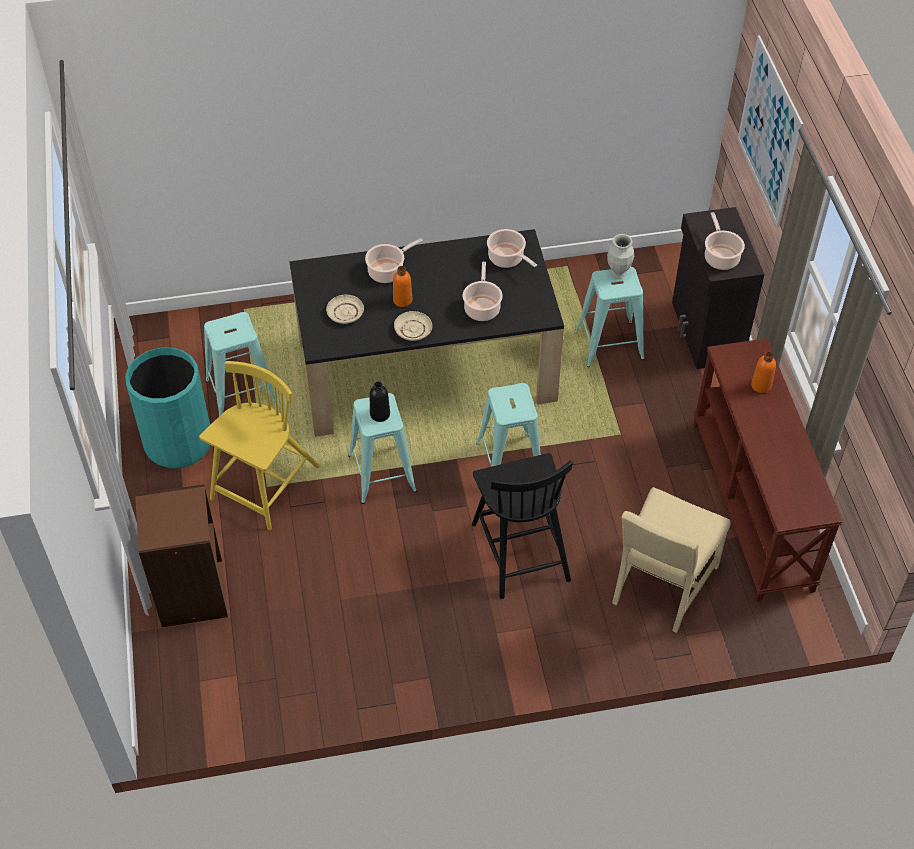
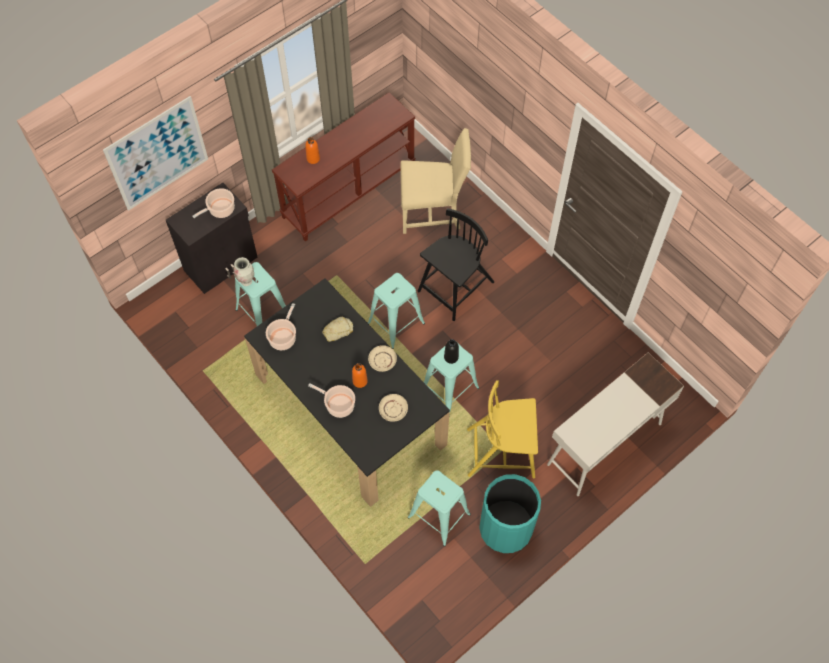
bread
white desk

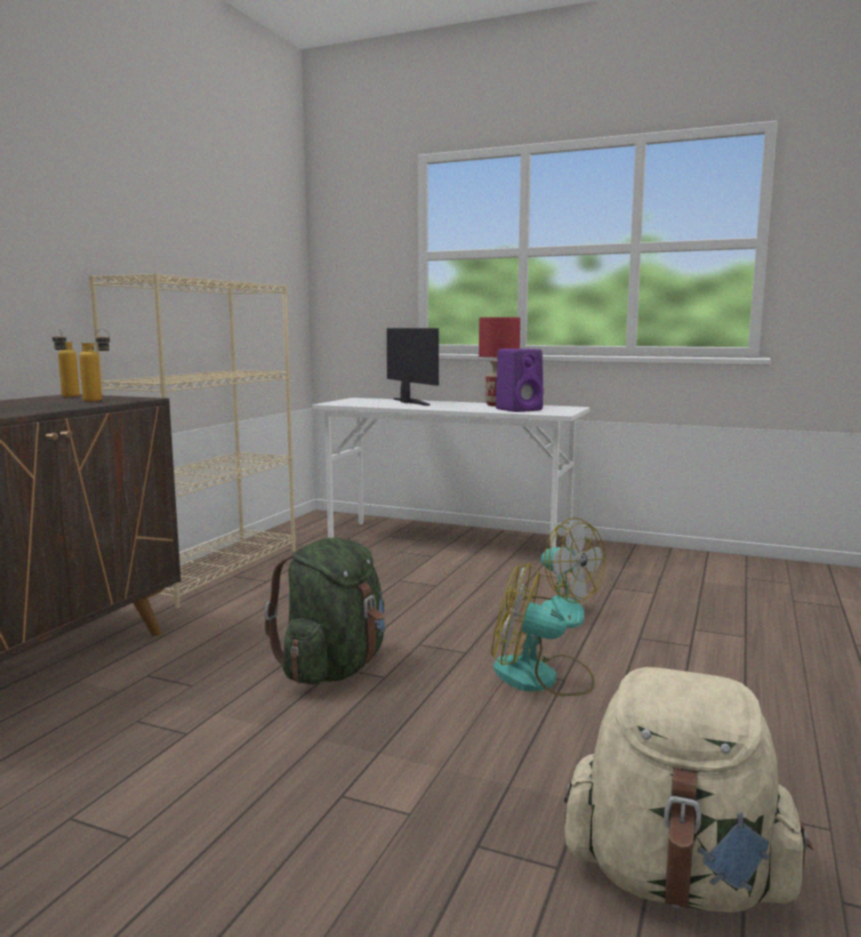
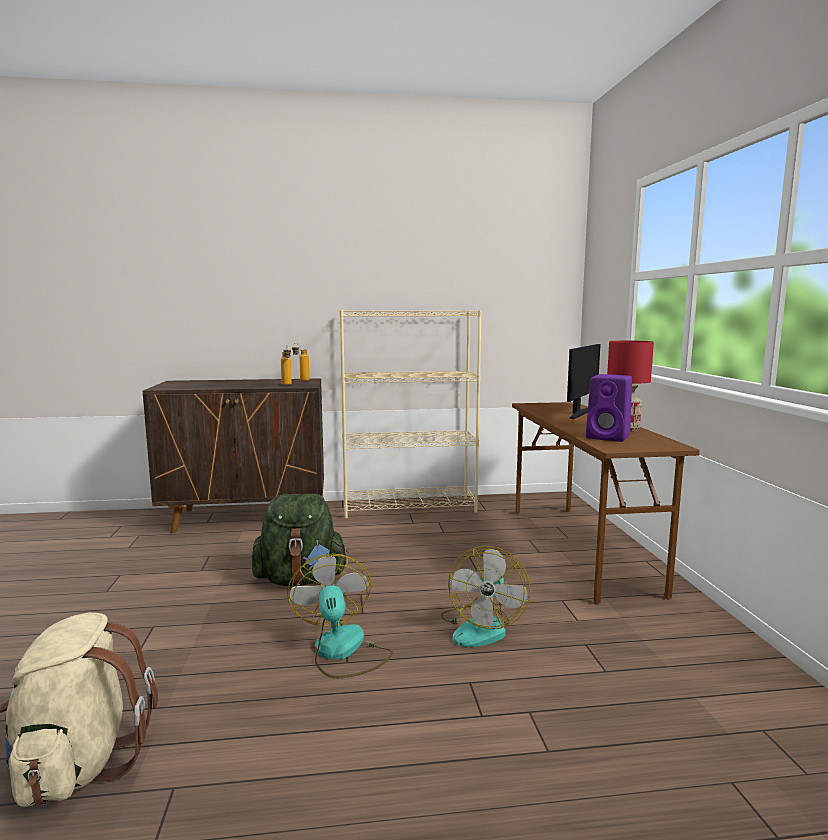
brown desk

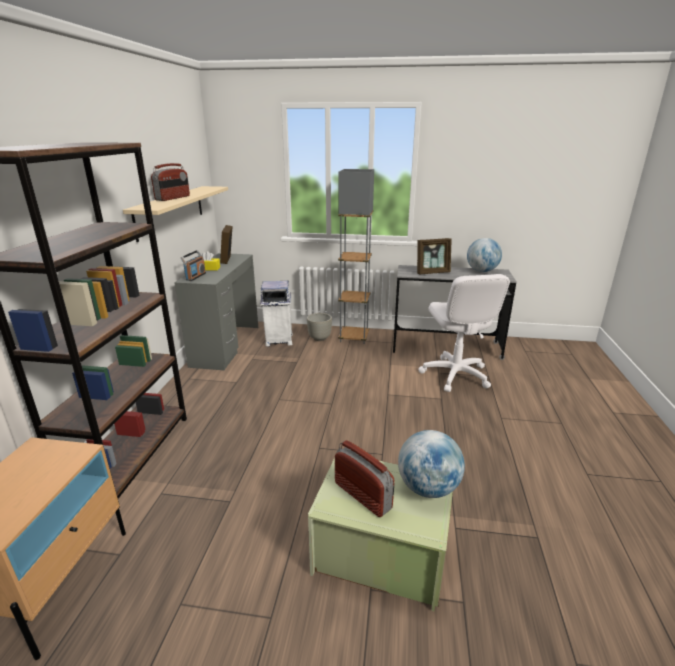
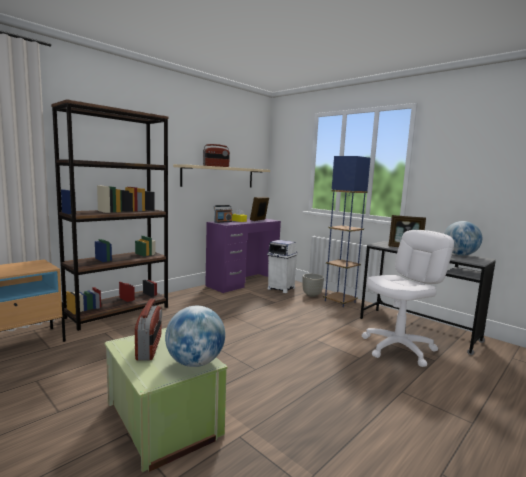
purple desk
blue floor lamp
white office chair

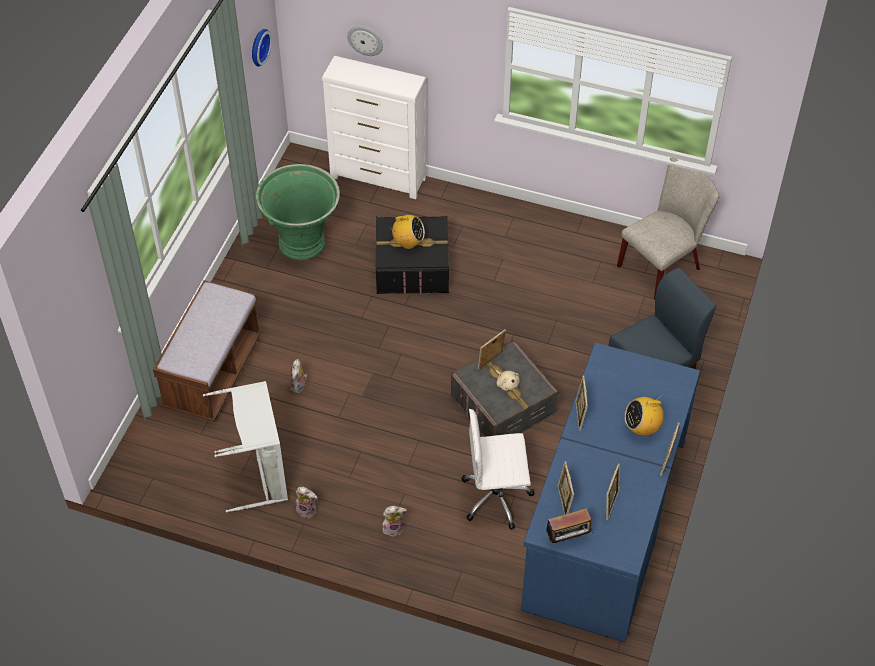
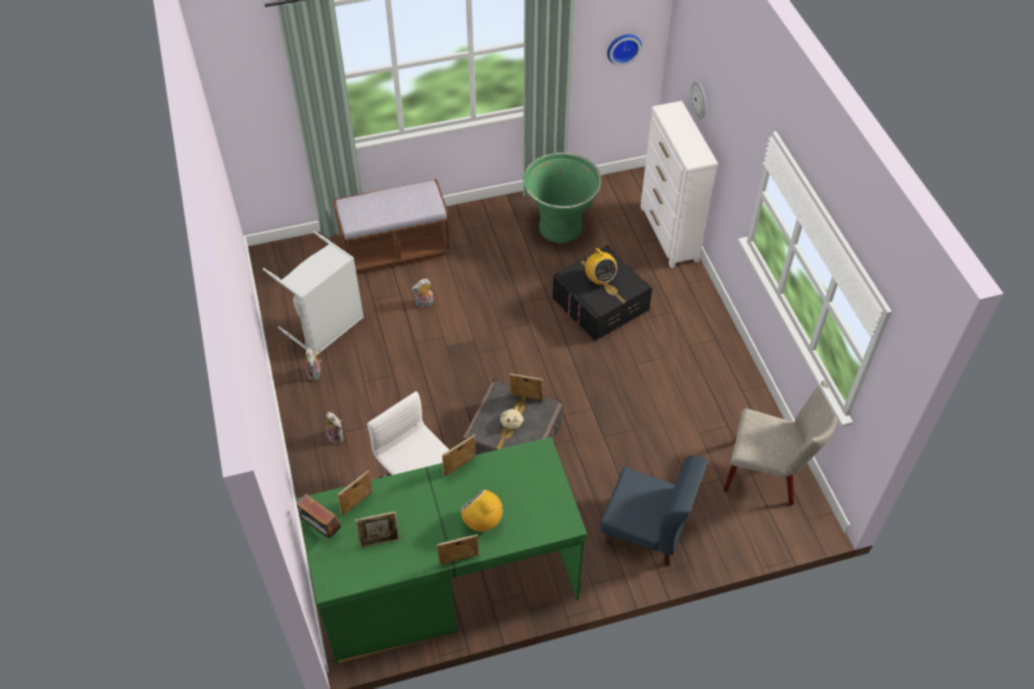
green desk

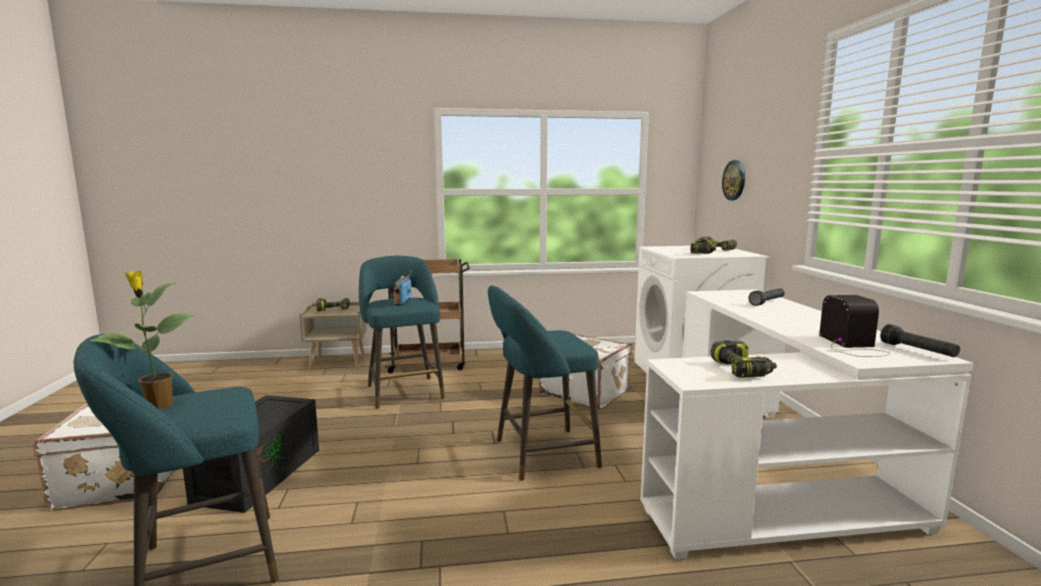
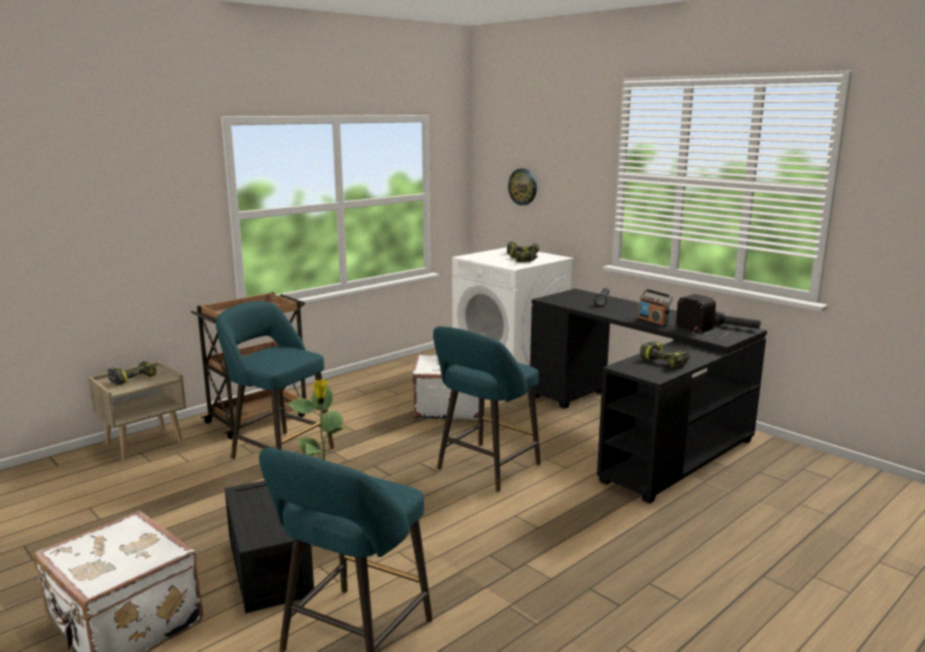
black desk
radio (1st from left)

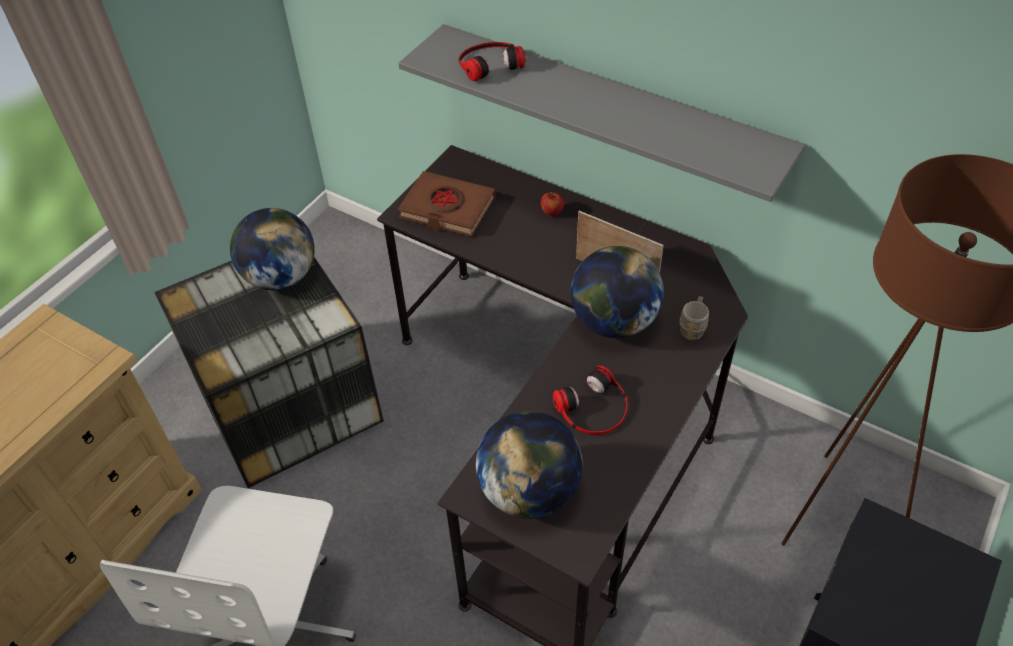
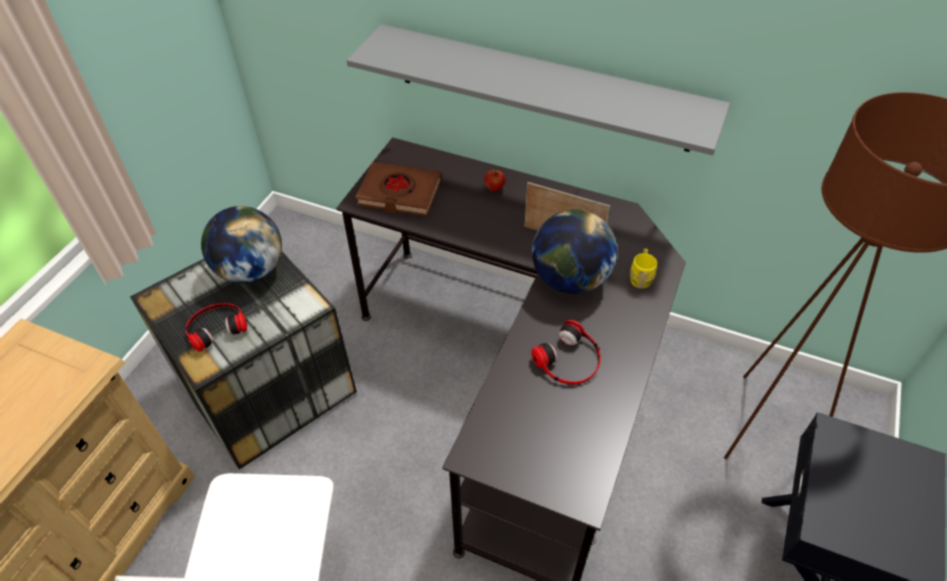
headphones (1st from left)
yellow mug
globe (2nd from left in the first image)

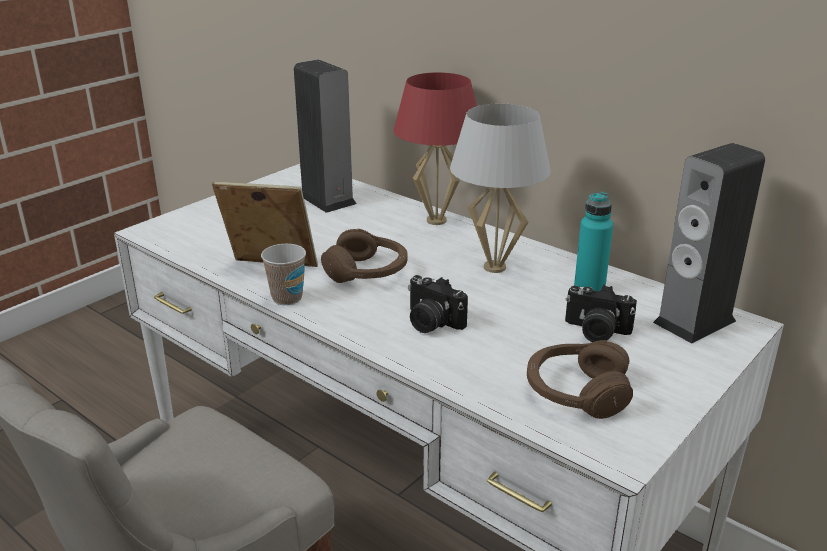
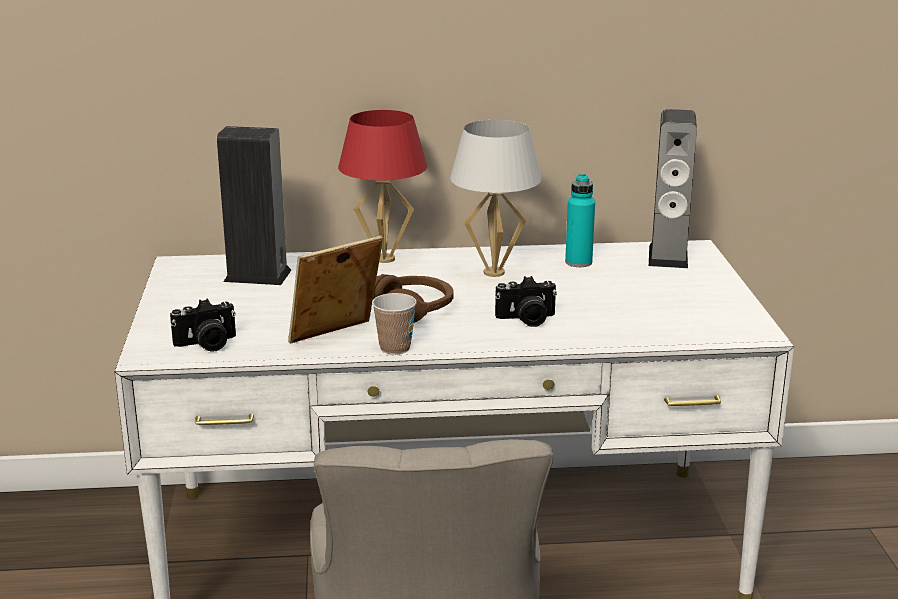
photo camera (1st from left)
brown headphones (2nd from left in the first image)

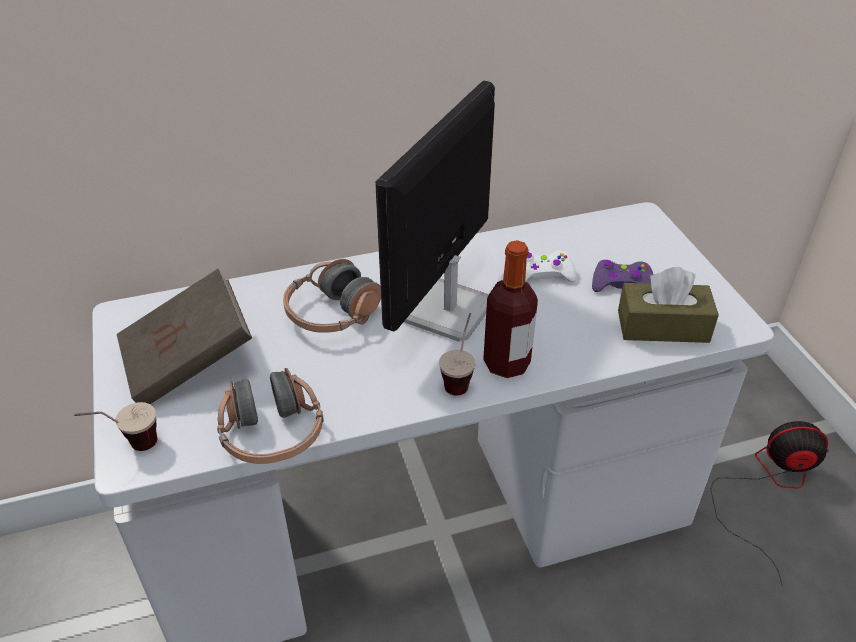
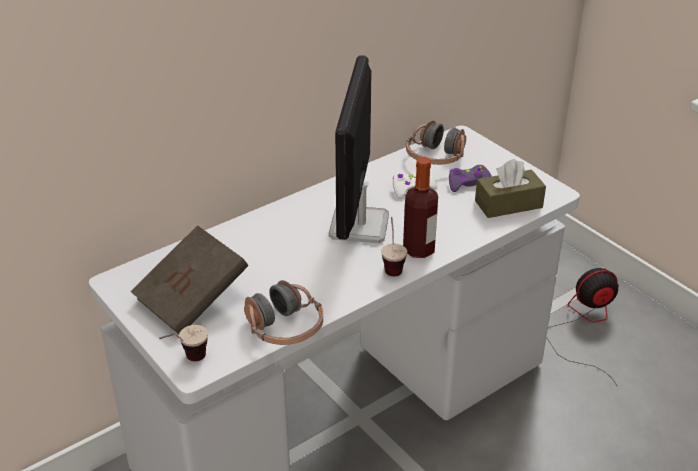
headphones (2nd from left)

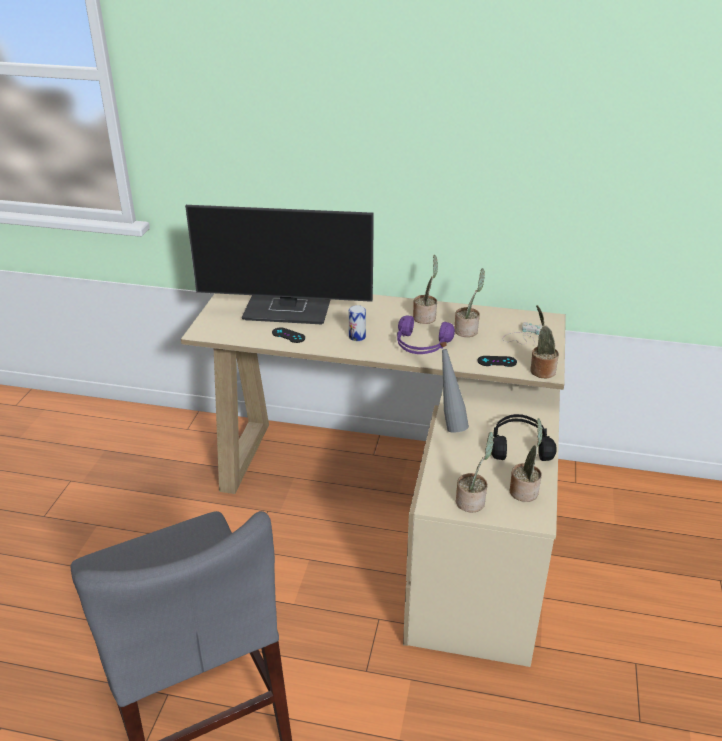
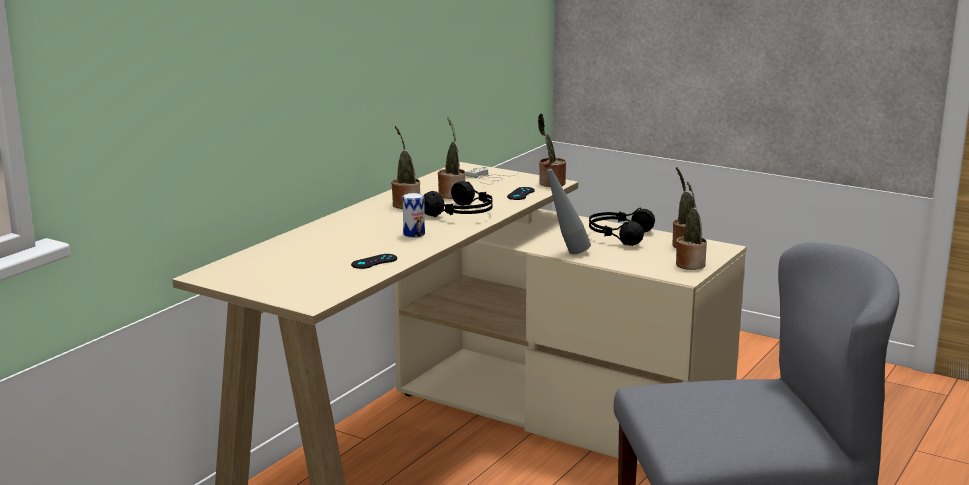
black headphones (1st from left)
monitor

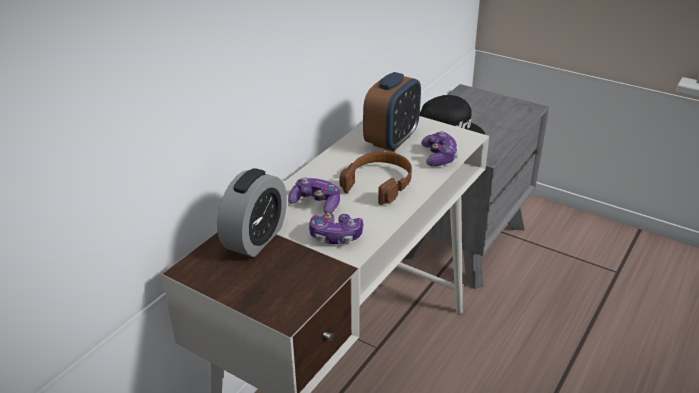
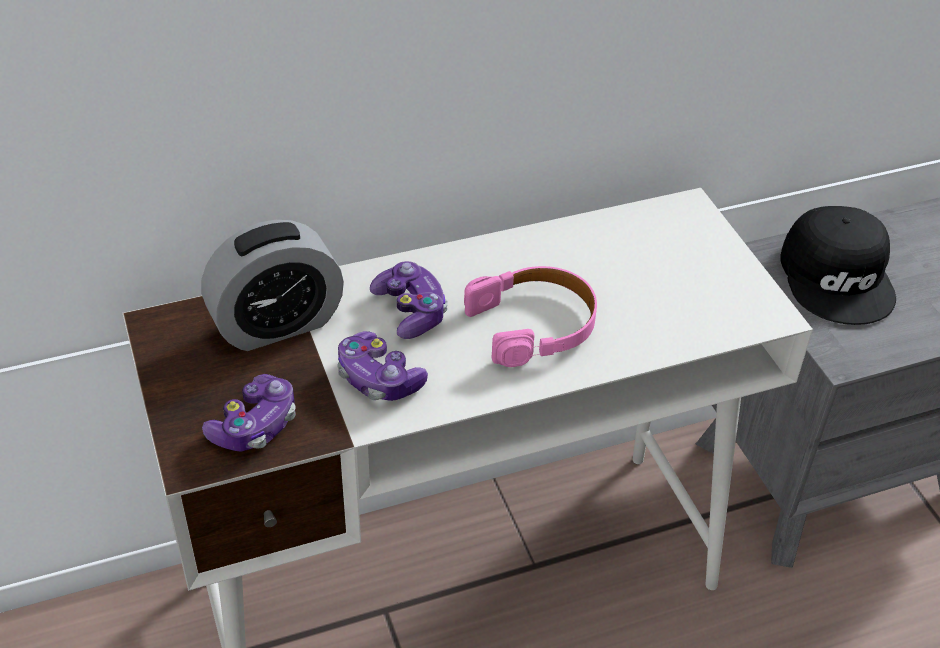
game controller (1st from left)
pink headphones
alarm clock (2nd from left in the first image)

